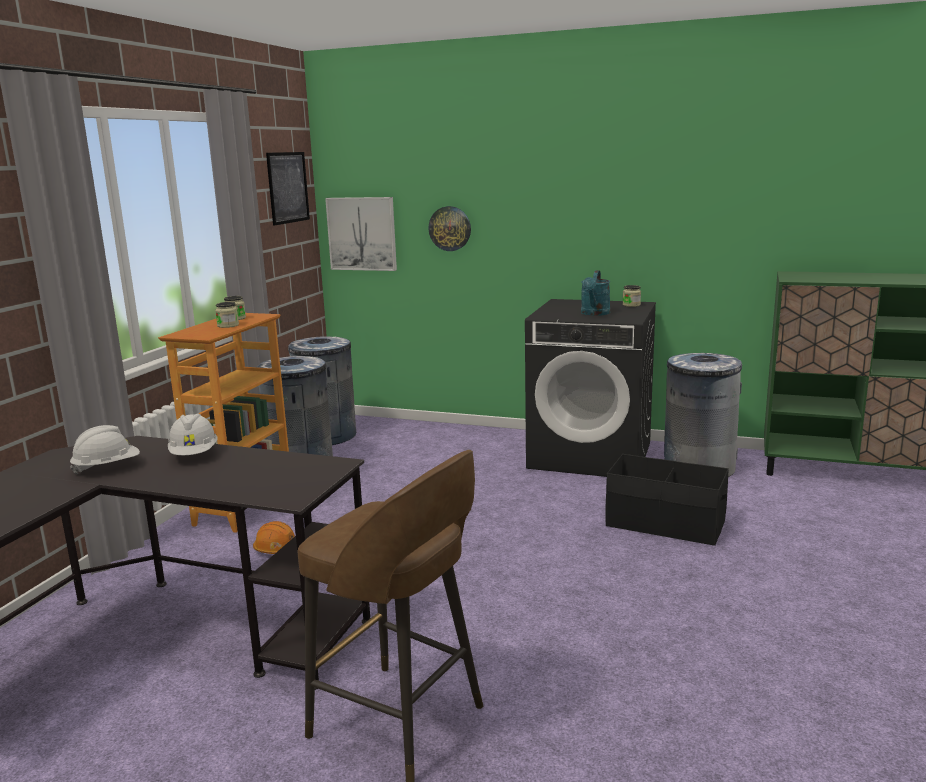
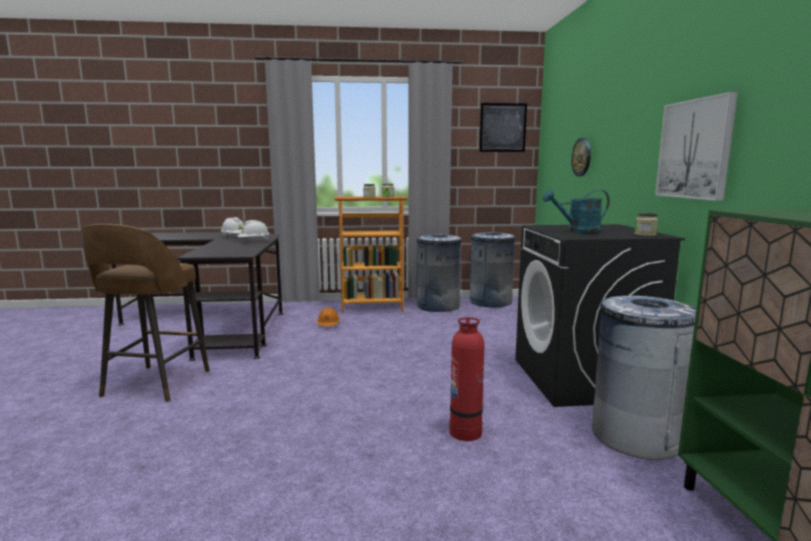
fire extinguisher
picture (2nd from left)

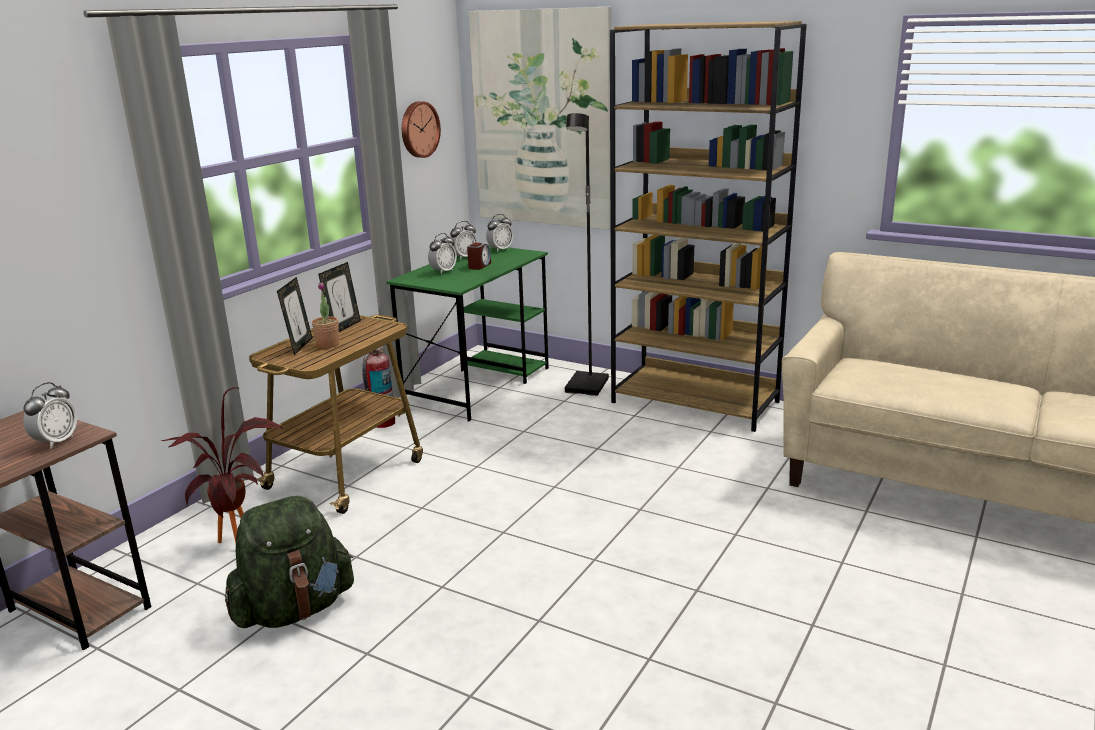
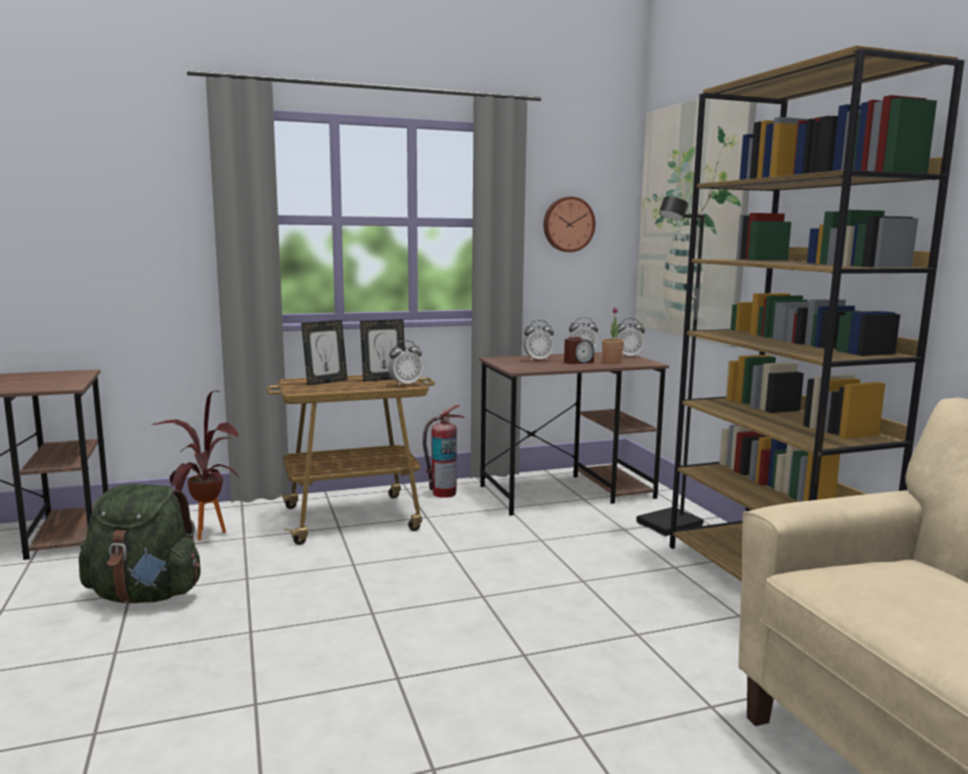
alarm clock (1st from left)
brown desk (2nd from left)
potted plant (2nd from left)

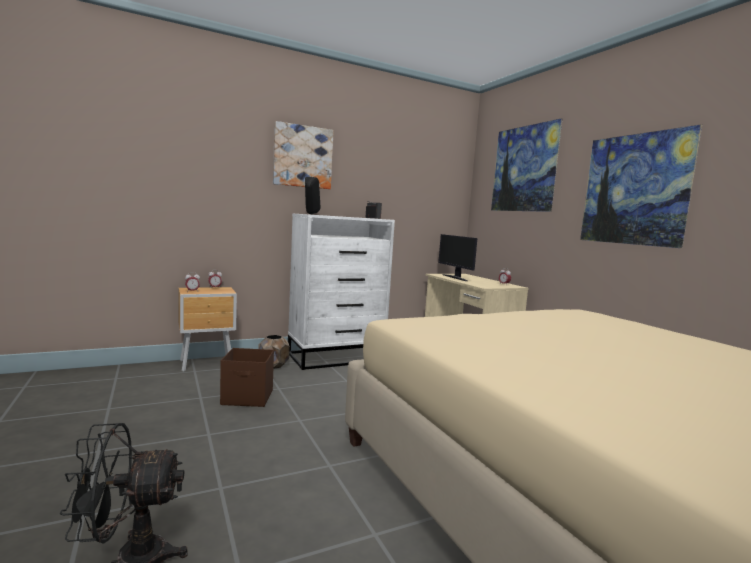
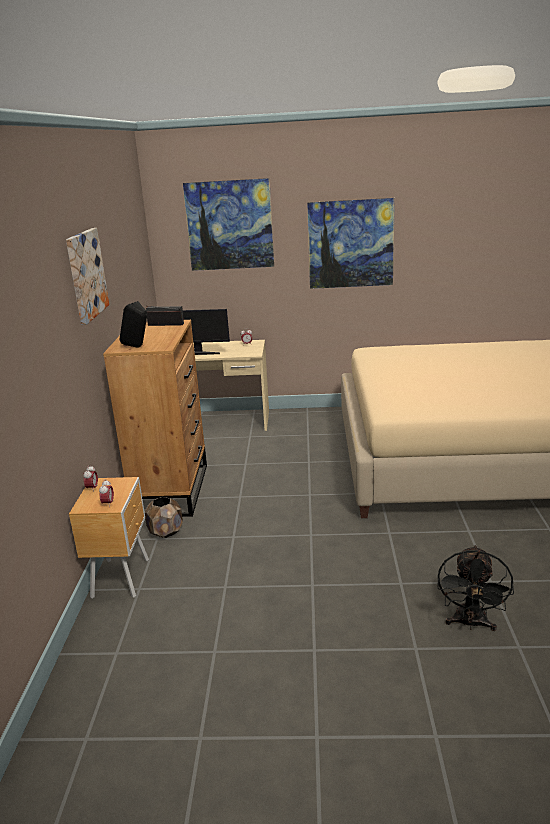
brown dresser
brown storage box

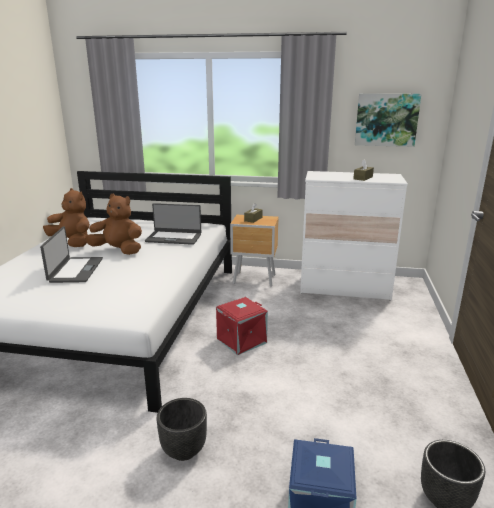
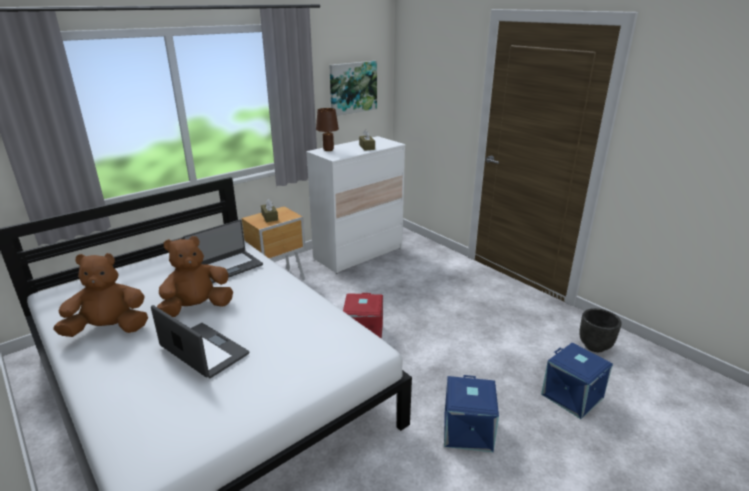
brown table lamp
blue storage box (1st from left)

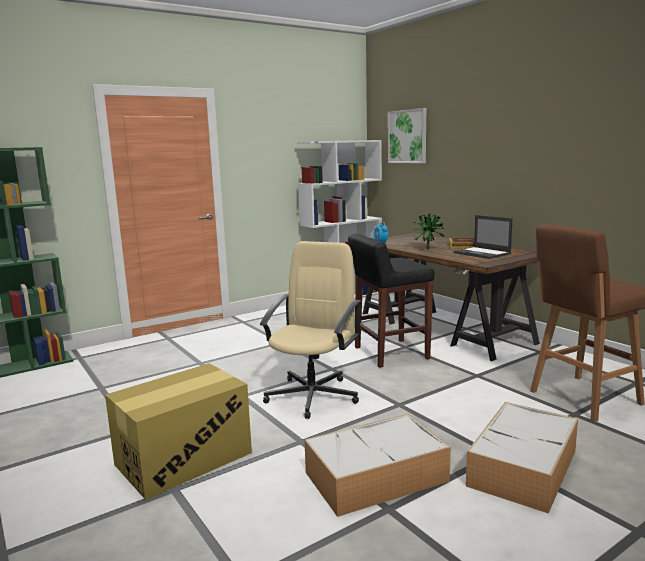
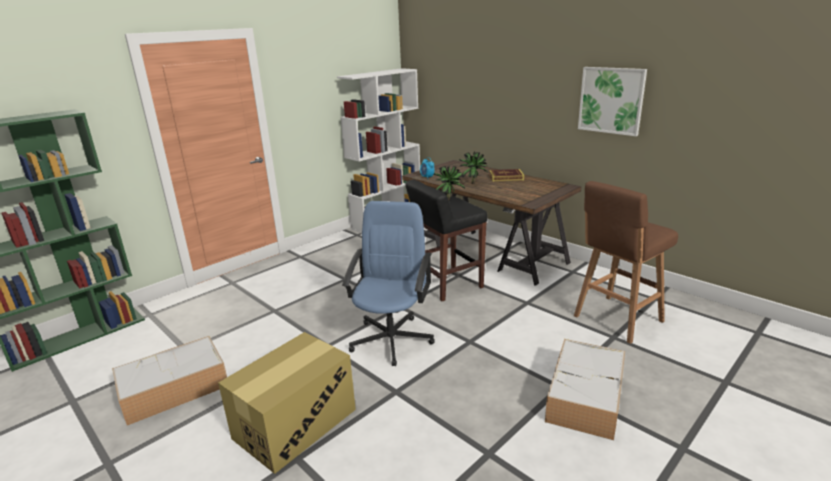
storage box (1st from left)
blue office chair
potted plant (1st from left)
picture
laptop

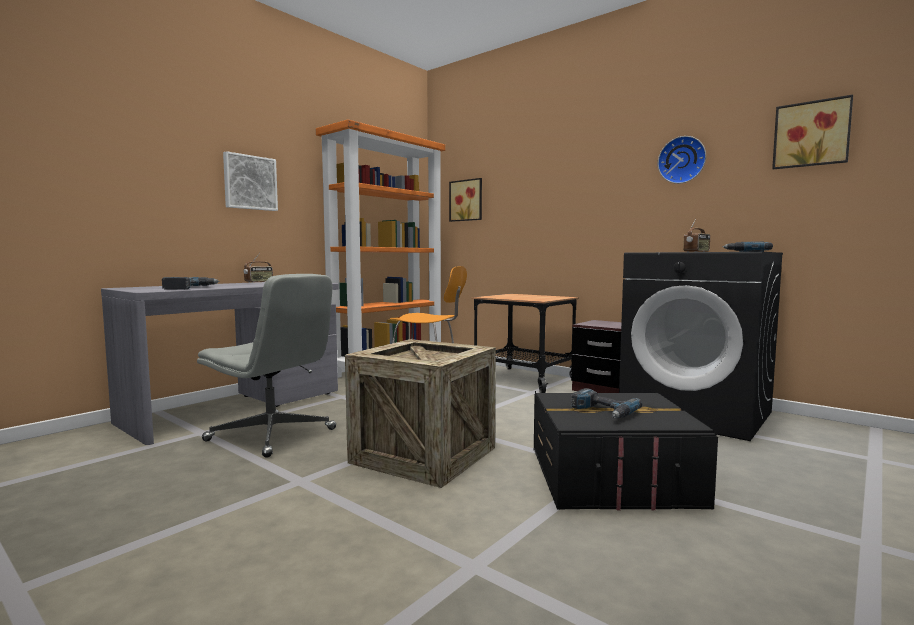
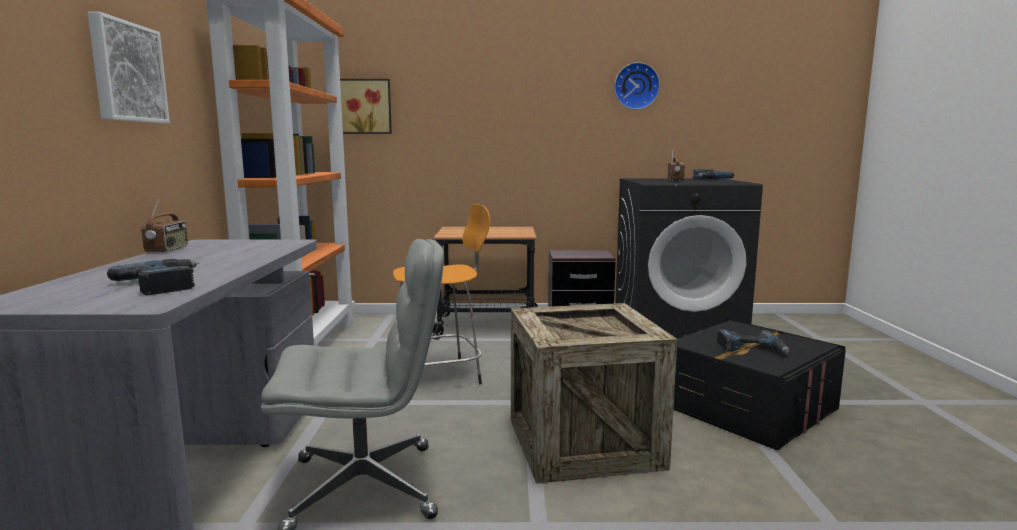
picture (3rd from left in the first image)

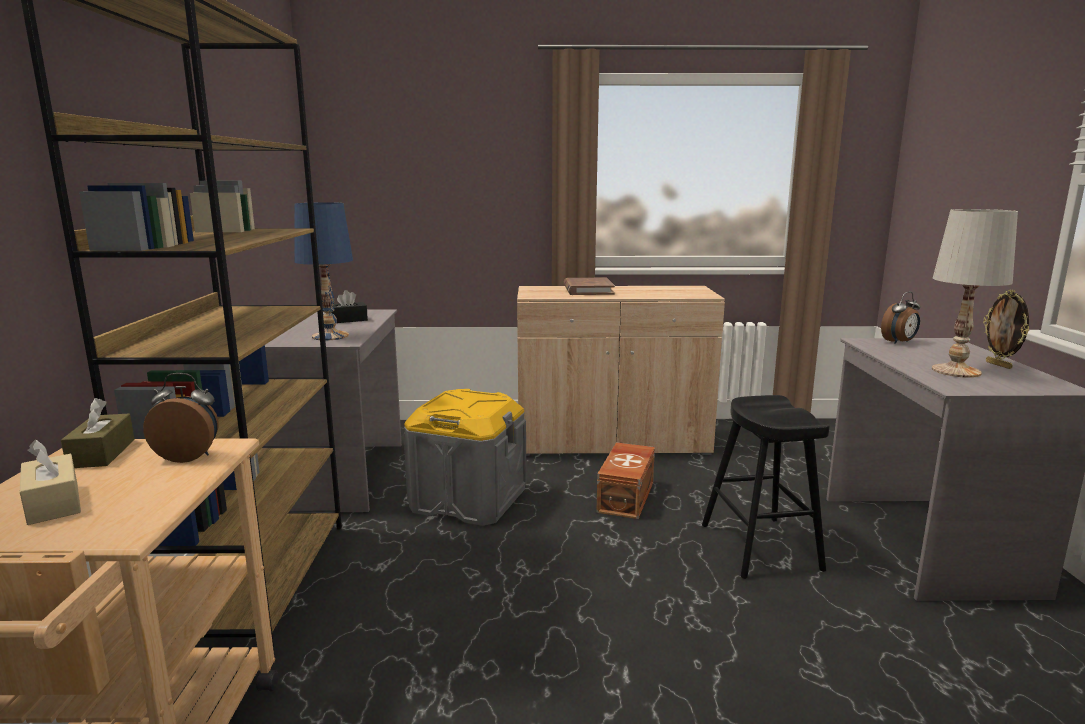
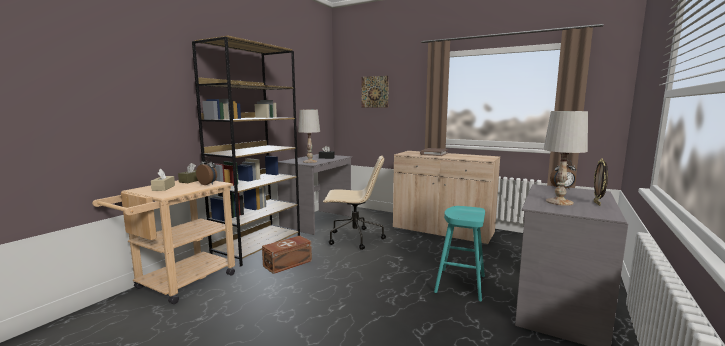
brown storage box
white table lamp (1st from left)
beige office chair
picture
turquoise stool

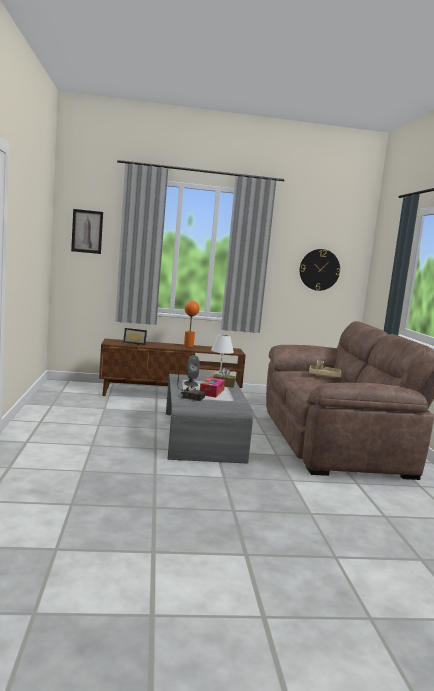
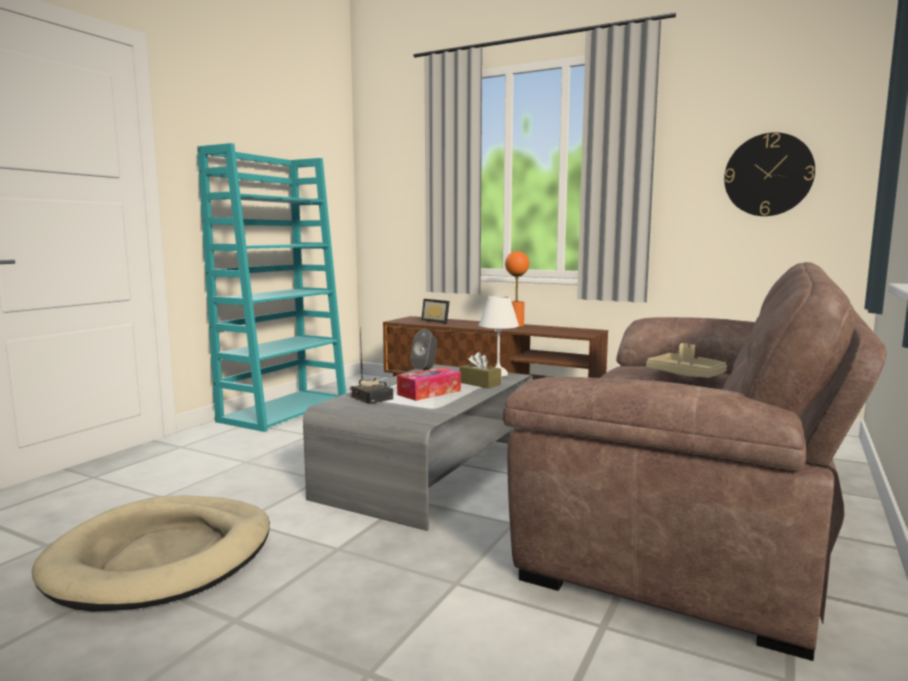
beige dog bed
turquoise bookcase
picture

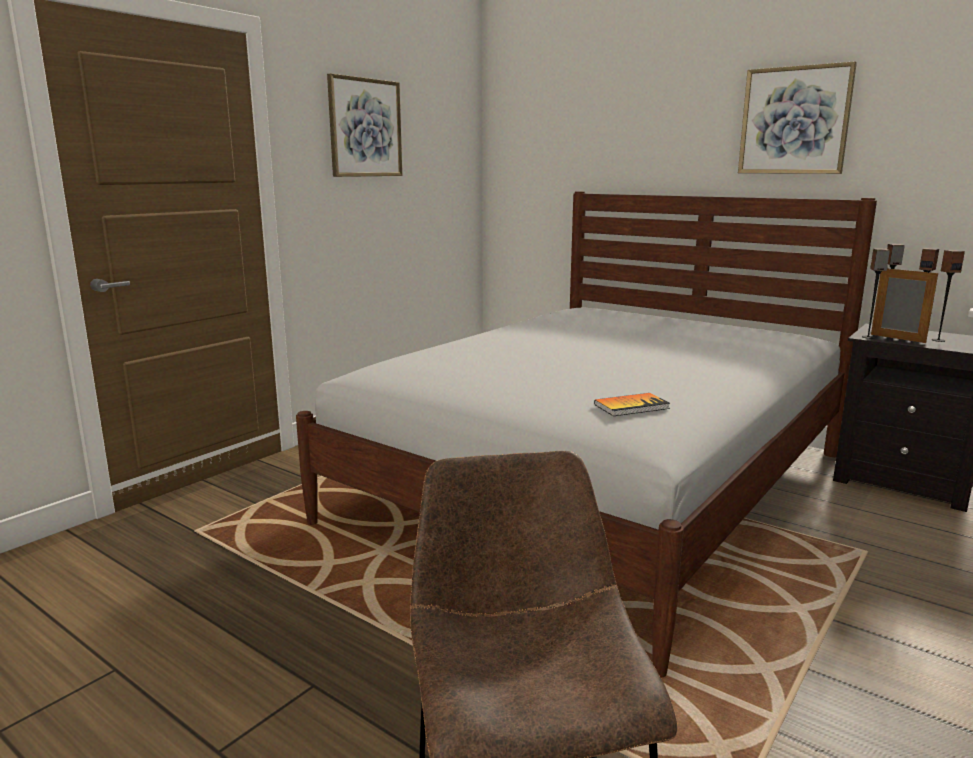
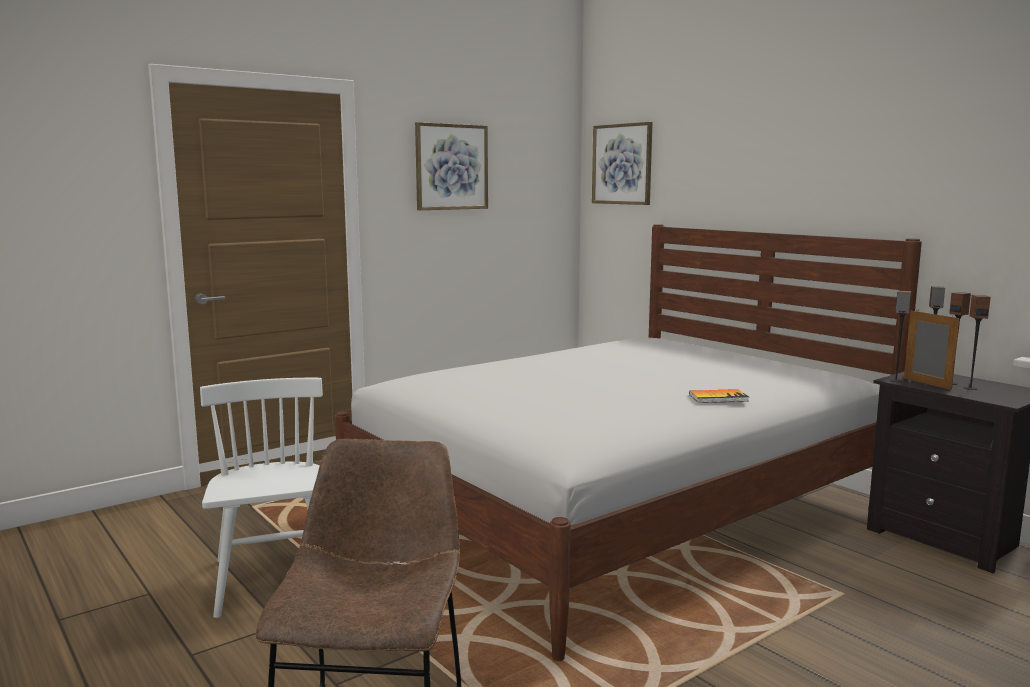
white chair
picture (2nd from left)
book

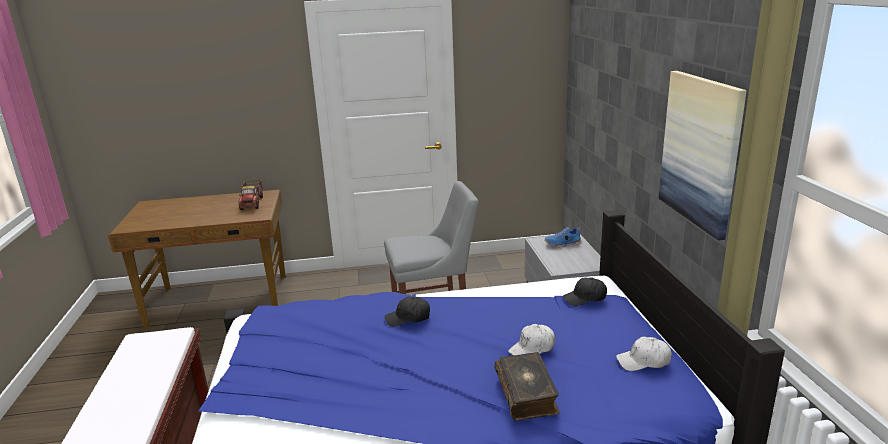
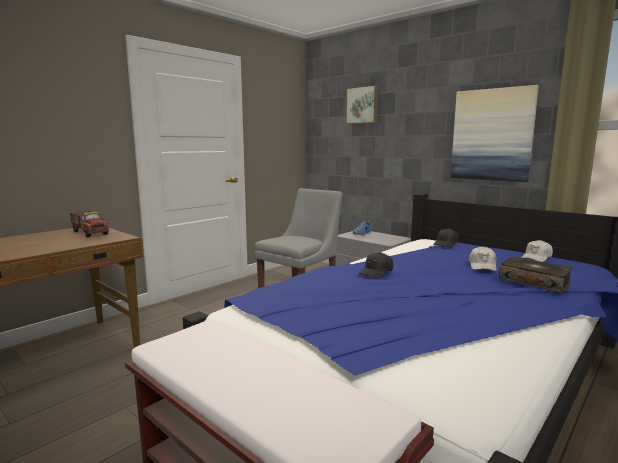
picture (1st from left)

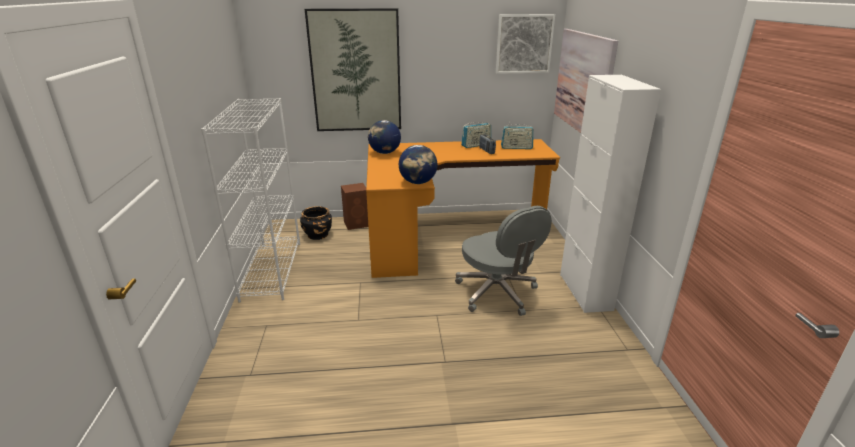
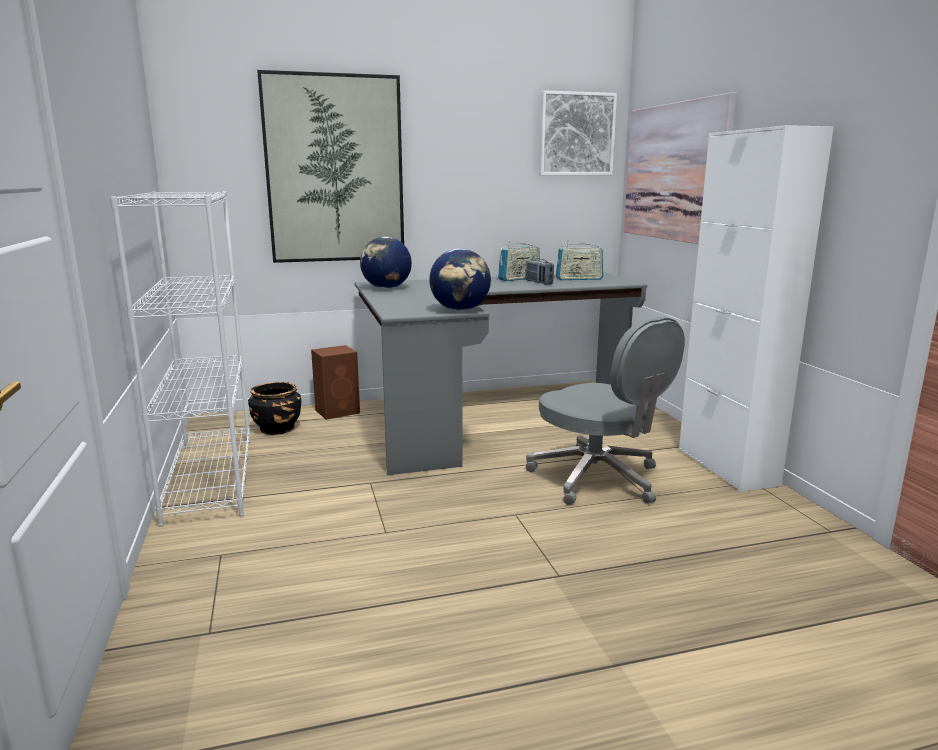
grey desk

